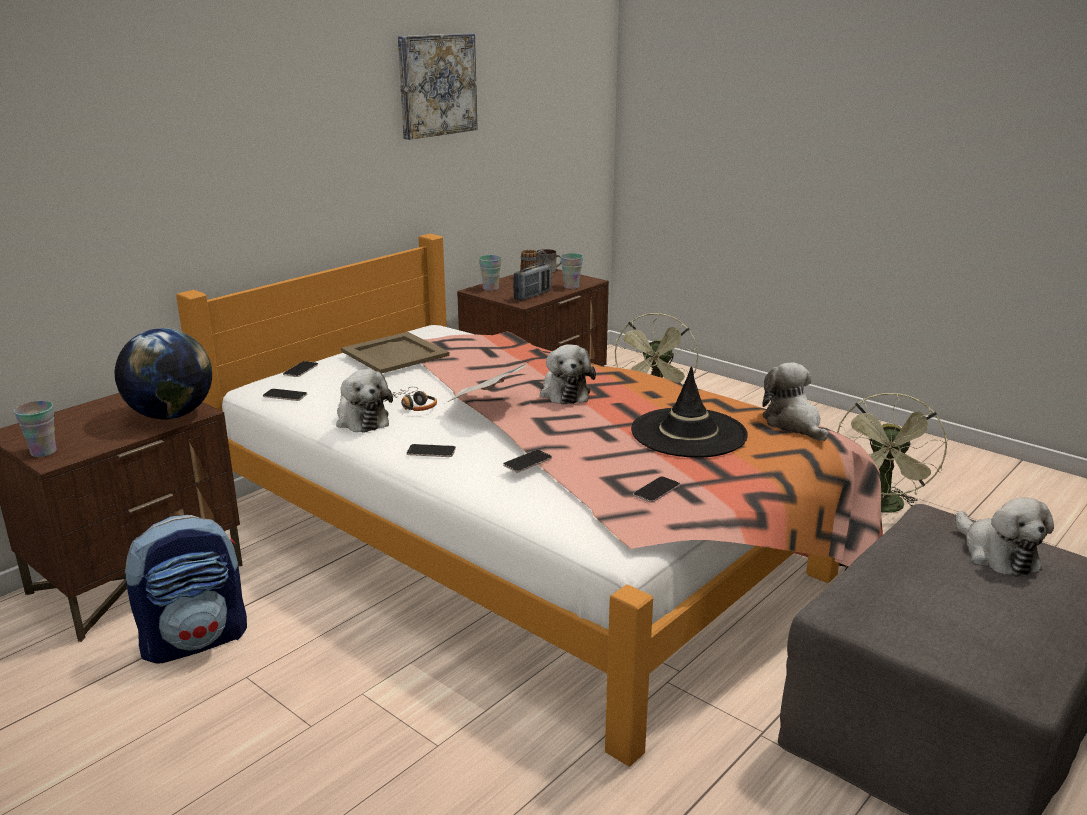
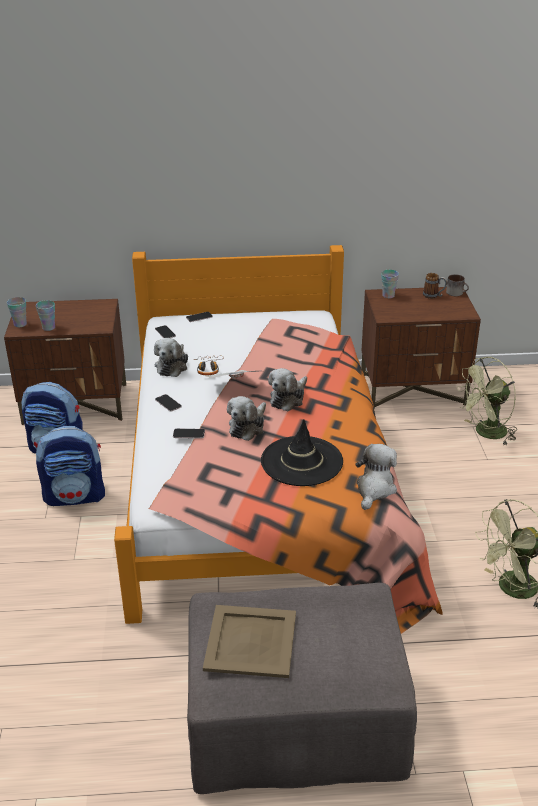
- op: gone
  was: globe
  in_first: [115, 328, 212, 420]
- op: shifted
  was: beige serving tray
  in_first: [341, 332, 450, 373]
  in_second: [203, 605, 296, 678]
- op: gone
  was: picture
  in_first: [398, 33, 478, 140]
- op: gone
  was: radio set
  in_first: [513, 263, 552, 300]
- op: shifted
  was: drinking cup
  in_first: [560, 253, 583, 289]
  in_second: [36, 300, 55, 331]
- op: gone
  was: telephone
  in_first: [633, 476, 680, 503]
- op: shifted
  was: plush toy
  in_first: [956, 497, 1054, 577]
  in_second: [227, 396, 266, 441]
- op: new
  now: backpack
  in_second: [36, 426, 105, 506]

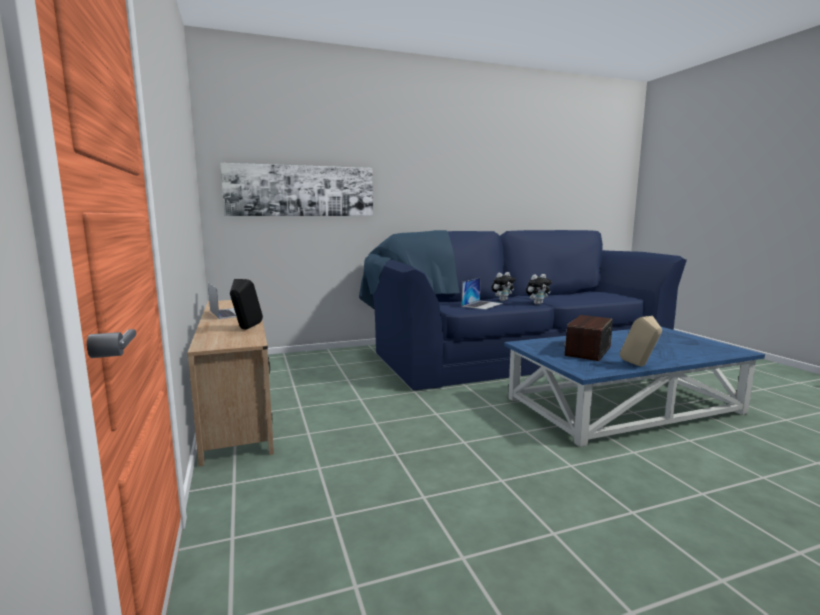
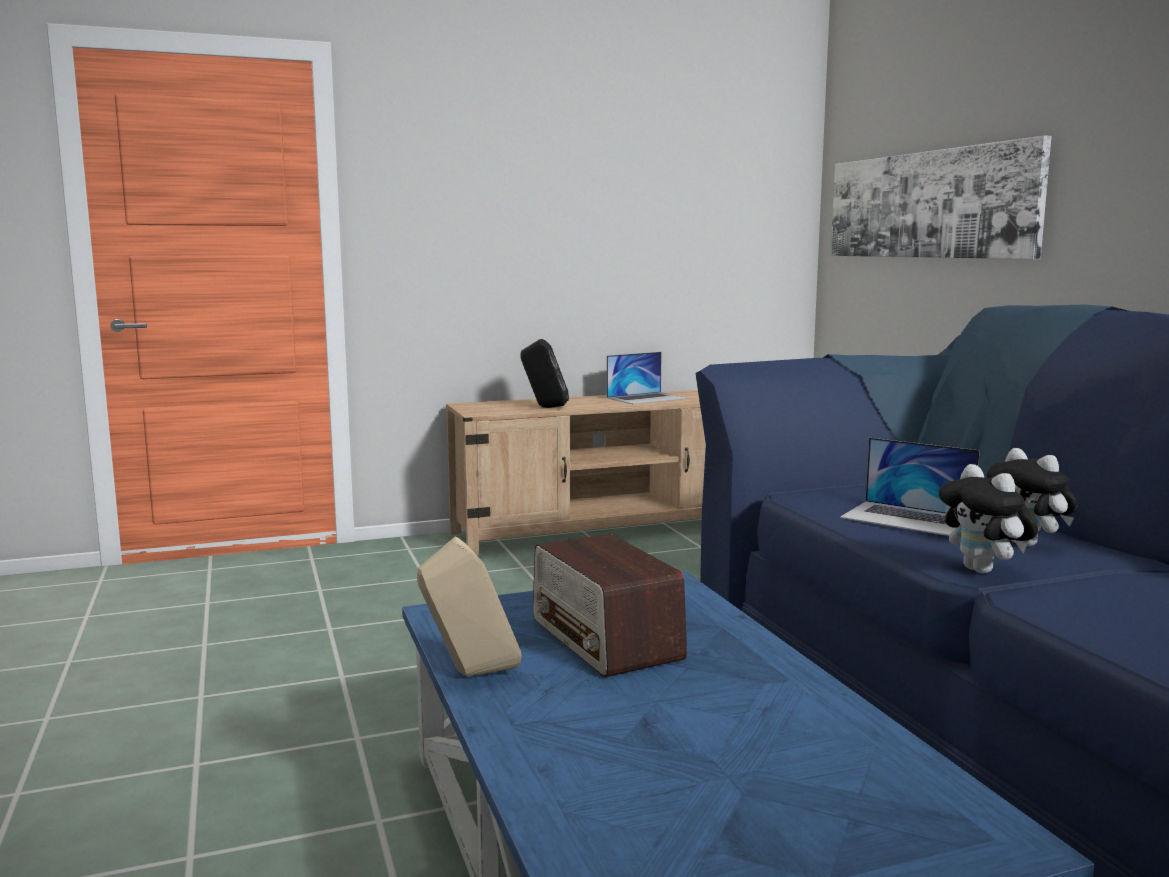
- op: rotated
  was: radio set
  in_first: [564, 315, 613, 361]
  in_second: [533, 534, 687, 677]
  clockwise: -150

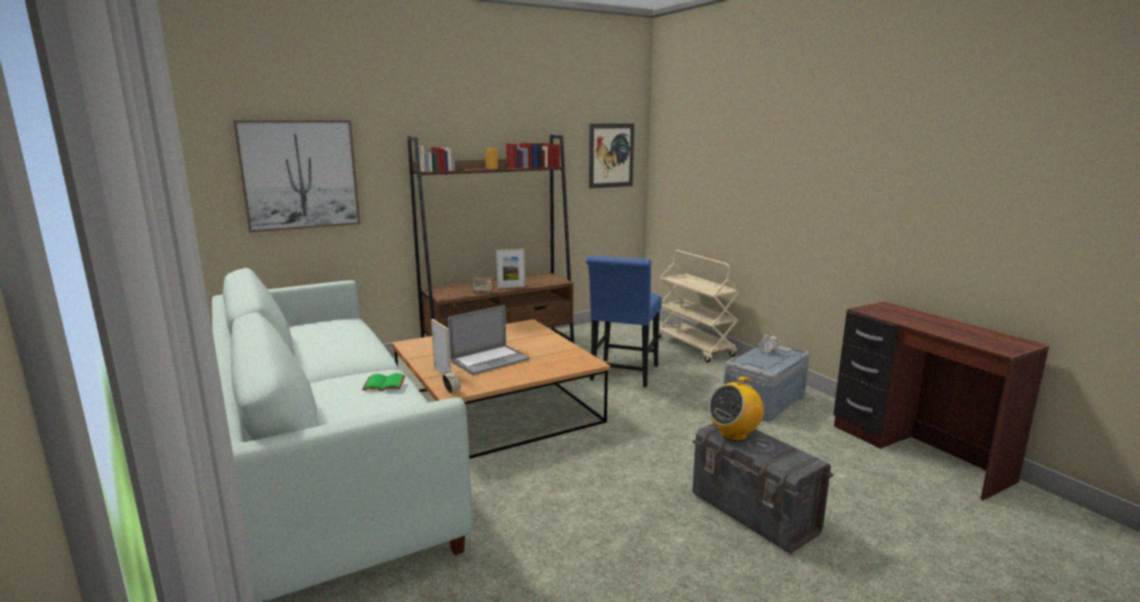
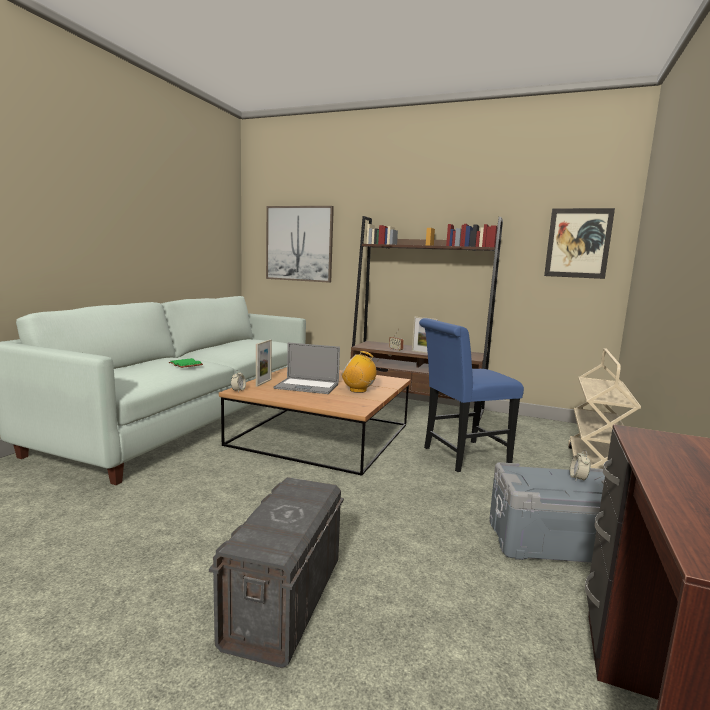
- op: shifted
  was: radio set
  in_first: [709, 377, 764, 441]
  in_second: [341, 351, 380, 393]

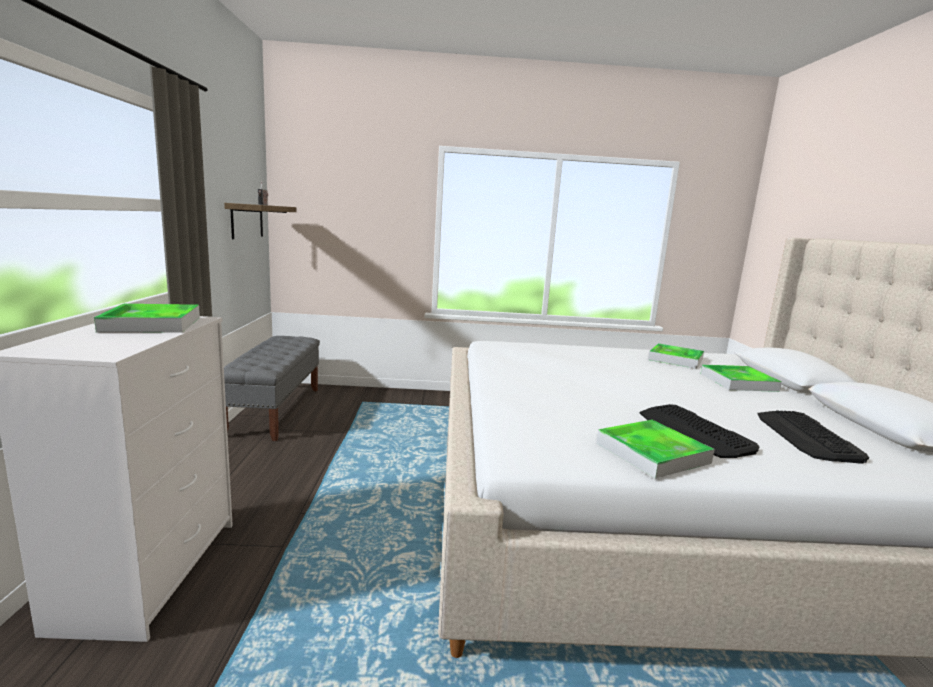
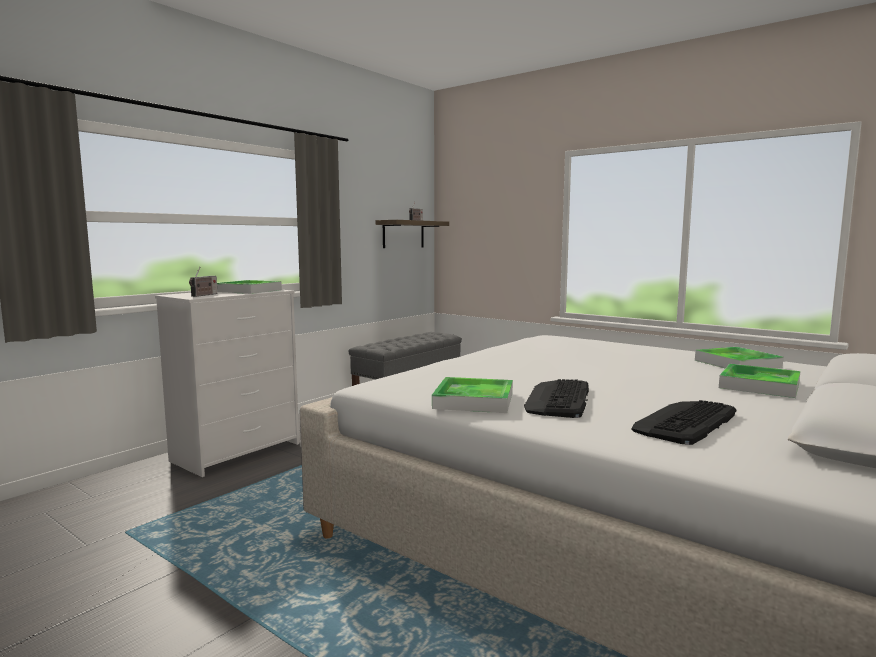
- op: new
  now: radio set
  in_second: [189, 267, 218, 297]

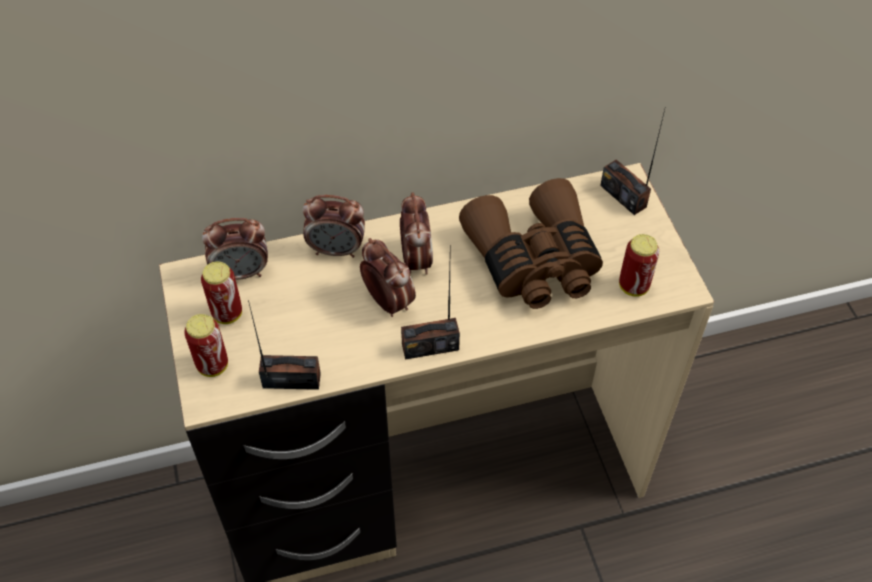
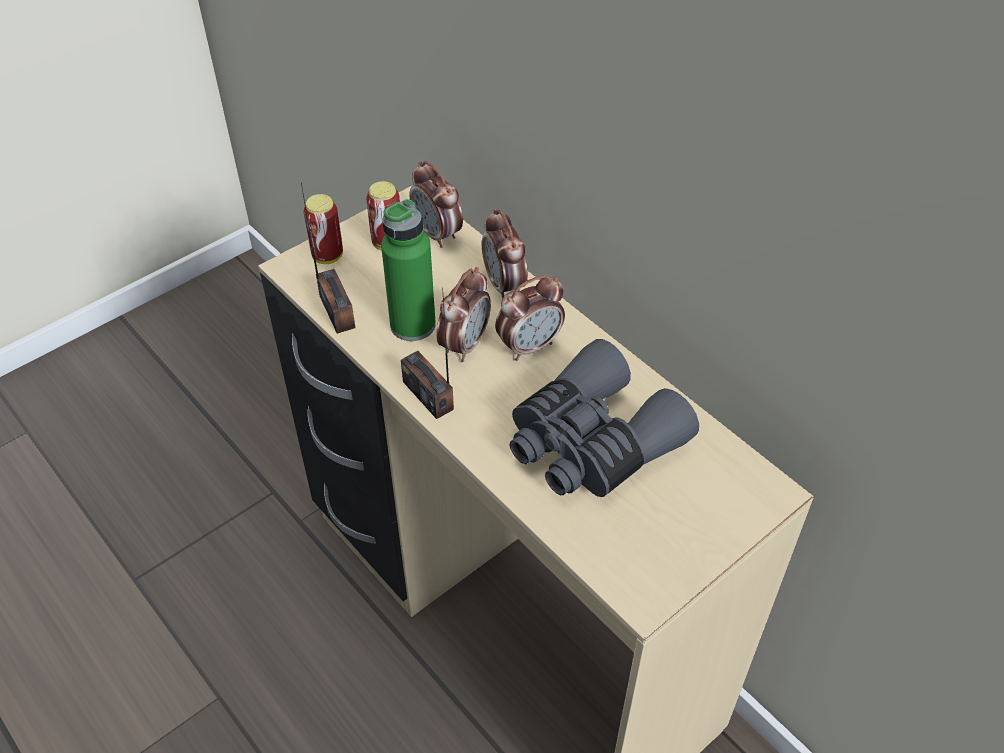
- op: repainted
  was: brown-coloured field glasses
  now: gray field glasses
  in_first: [459, 178, 603, 309]
  in_second: [509, 339, 699, 497]
- op: gone
  was: radio set
  in_first: [600, 106, 666, 215]
- op: gone
  was: metal can
  in_first: [619, 234, 659, 297]
- op: new
  now: green-coloured drink bottle
  in_second: [381, 199, 436, 341]

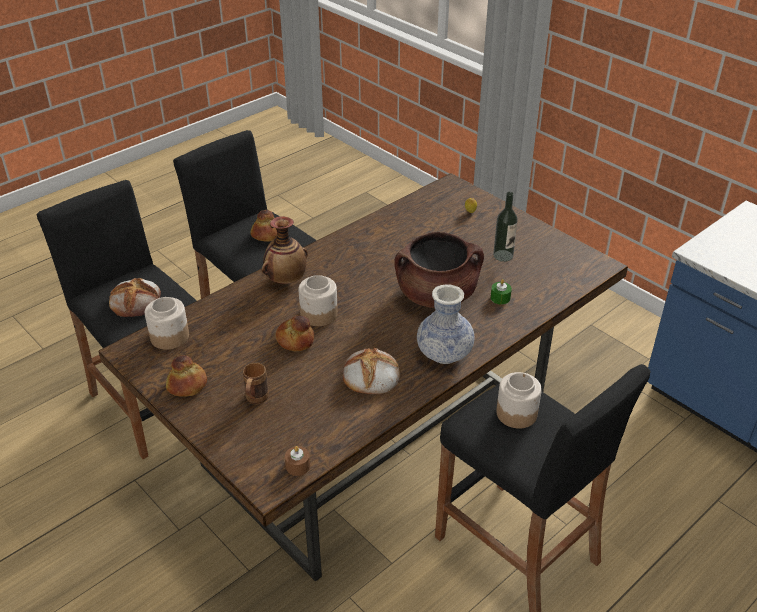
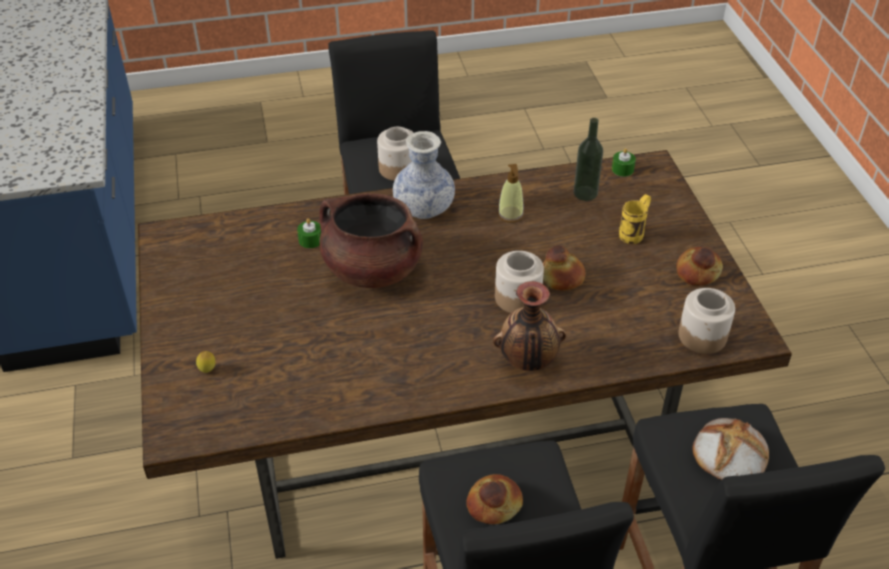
- op: repainted
  was: brown-coloured coffee mug
  now: yellowish coffee mug
  in_first: [243, 363, 269, 404]
  in_second: [619, 194, 651, 244]
- op: repainted
  was: brown-coloured wax light
  now: green-coloured wax light
  in_first: [285, 446, 310, 476]
  in_second: [612, 148, 636, 177]
- op: swapped
  was: bread
  now: soap bottle
  in_first: [343, 348, 400, 394]
  in_second: [498, 164, 524, 223]
- op: shifted
  was: drink bottle
  in_first: [493, 192, 518, 262]
  in_second: [573, 118, 603, 201]

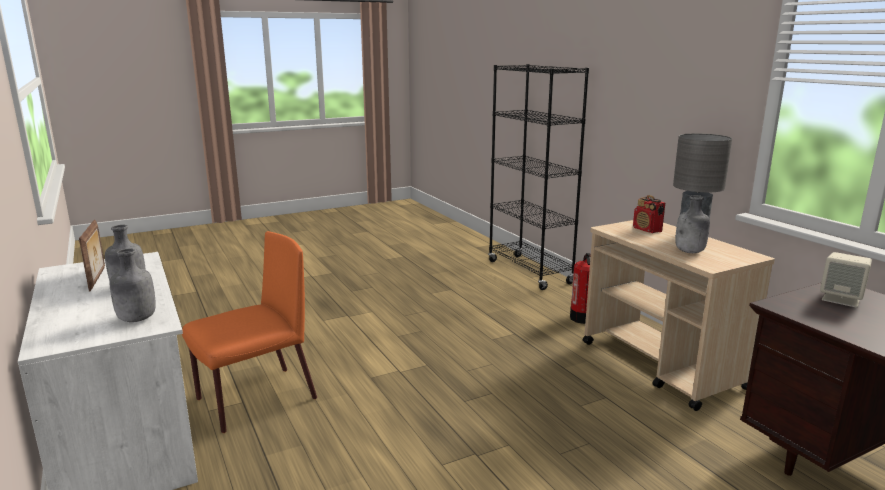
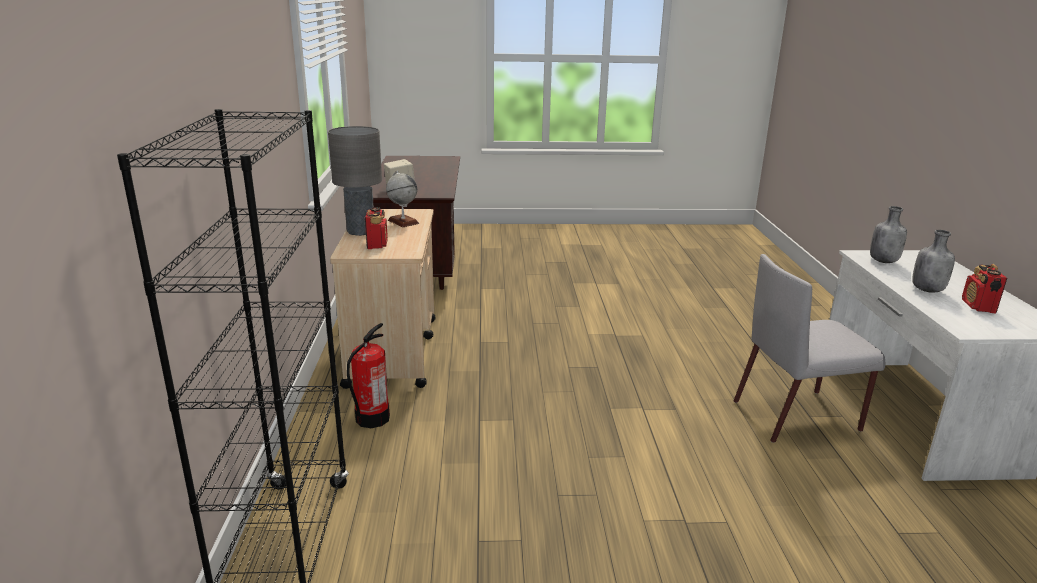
- op: swapped
  was: standing frame
  now: radio set
  in_first: [79, 220, 105, 292]
  in_second: [962, 264, 1007, 313]
- op: repainted
  was: orange-coloured plain chair
  now: gray plain chair
  in_first: [182, 231, 317, 433]
  in_second: [734, 254, 885, 443]
- op: swapped
  was: gray drink bottle
  now: globe
  in_first: [675, 195, 710, 253]
  in_second: [386, 171, 419, 227]

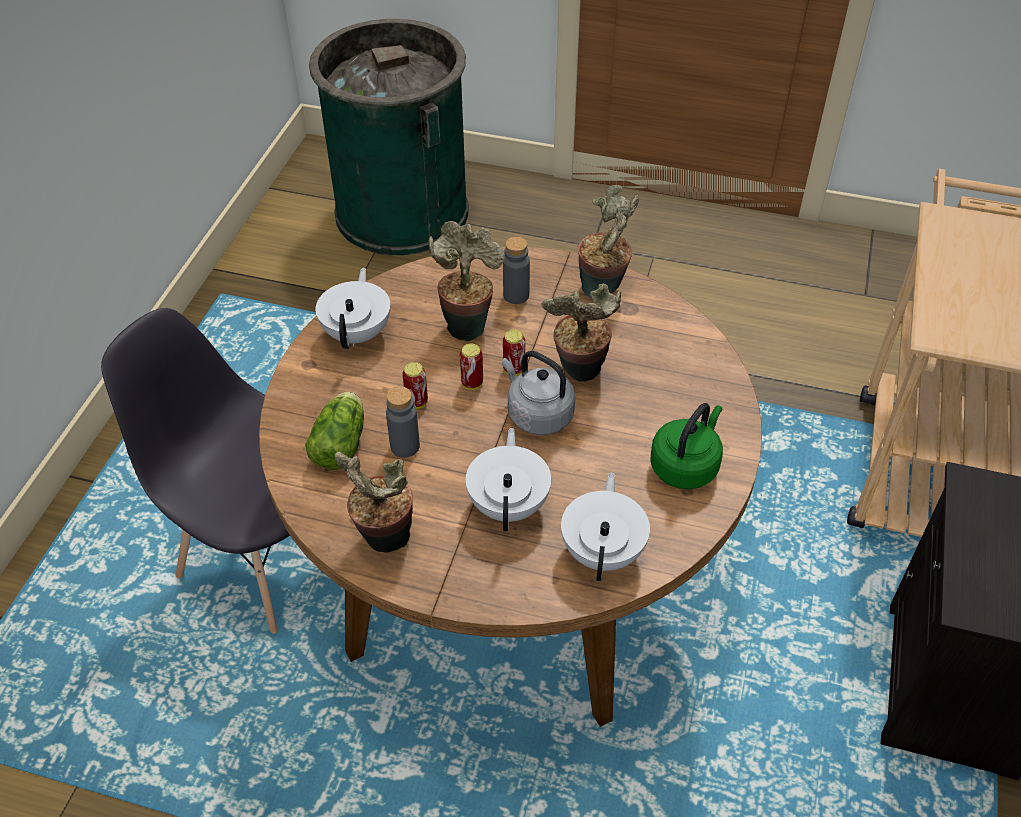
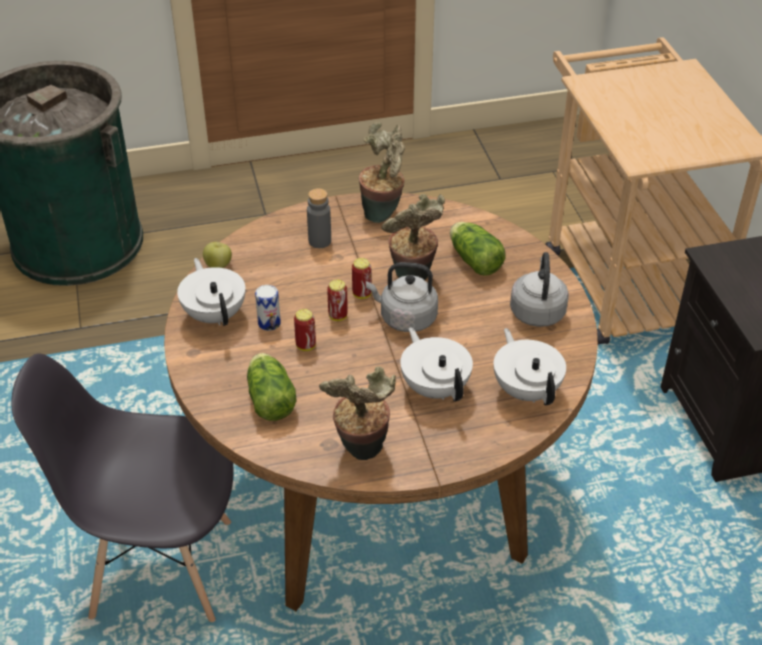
- op: gone
  was: gray drink bottle
  in_first: [386, 386, 420, 458]
- op: gone
  was: houseplant
  in_first: [428, 221, 505, 341]
- op: repainted
  was: green-coloured tea kettle
  now: gray tea kettle
  in_first: [650, 403, 723, 489]
  in_second: [510, 252, 569, 327]
- op: new
  now: apple fruit
  in_second: [203, 242, 232, 268]
- op: new
  now: metal can
  in_second: [255, 285, 281, 331]
- op: new
  now: lettuce
  in_second: [450, 222, 506, 276]

